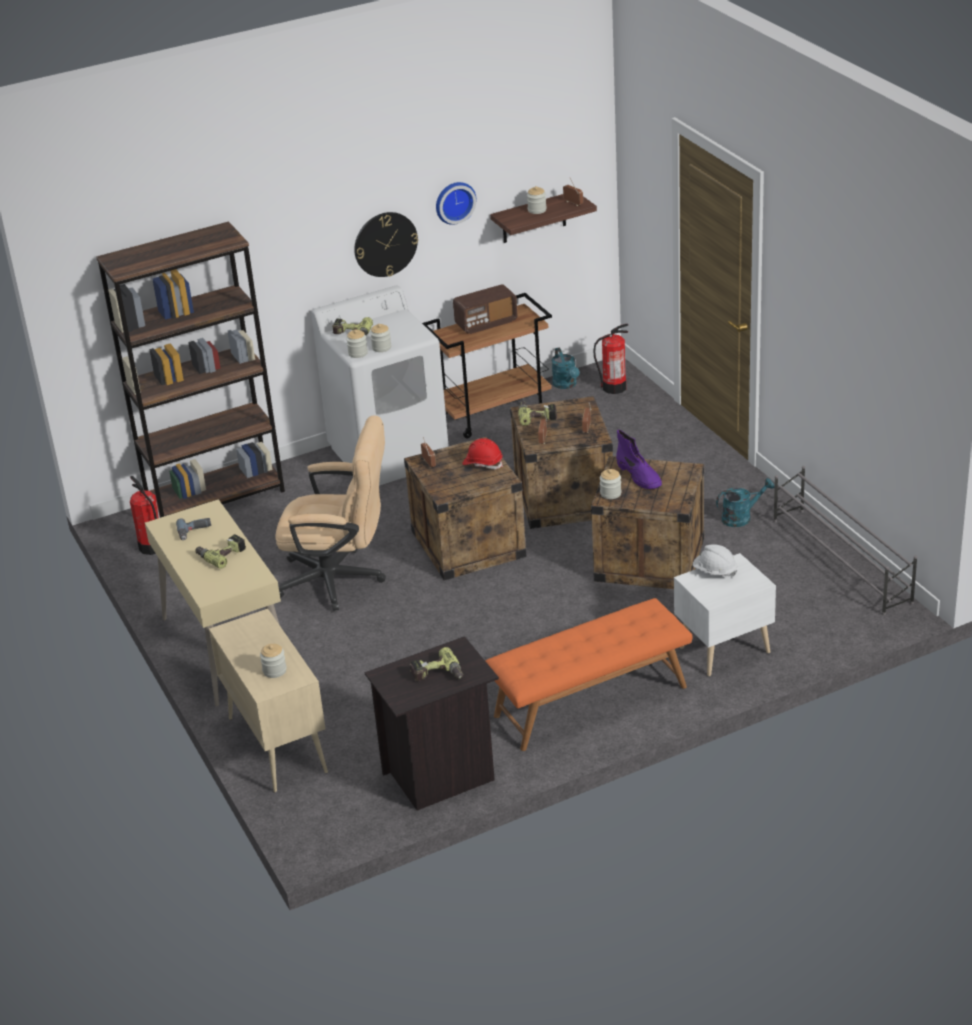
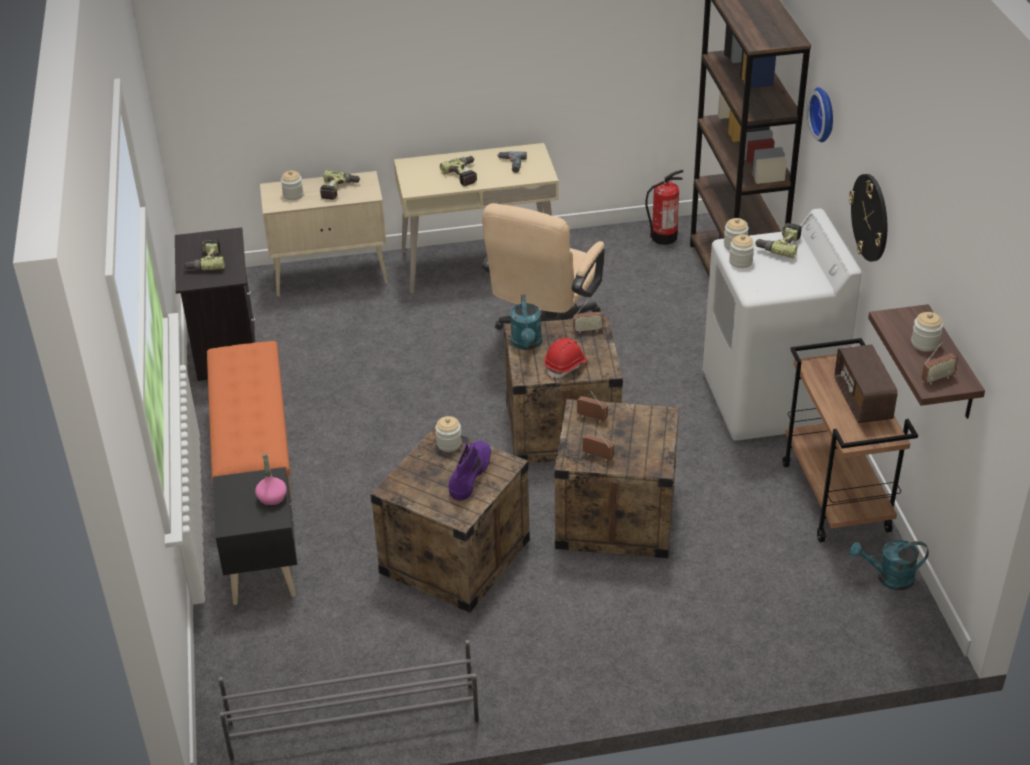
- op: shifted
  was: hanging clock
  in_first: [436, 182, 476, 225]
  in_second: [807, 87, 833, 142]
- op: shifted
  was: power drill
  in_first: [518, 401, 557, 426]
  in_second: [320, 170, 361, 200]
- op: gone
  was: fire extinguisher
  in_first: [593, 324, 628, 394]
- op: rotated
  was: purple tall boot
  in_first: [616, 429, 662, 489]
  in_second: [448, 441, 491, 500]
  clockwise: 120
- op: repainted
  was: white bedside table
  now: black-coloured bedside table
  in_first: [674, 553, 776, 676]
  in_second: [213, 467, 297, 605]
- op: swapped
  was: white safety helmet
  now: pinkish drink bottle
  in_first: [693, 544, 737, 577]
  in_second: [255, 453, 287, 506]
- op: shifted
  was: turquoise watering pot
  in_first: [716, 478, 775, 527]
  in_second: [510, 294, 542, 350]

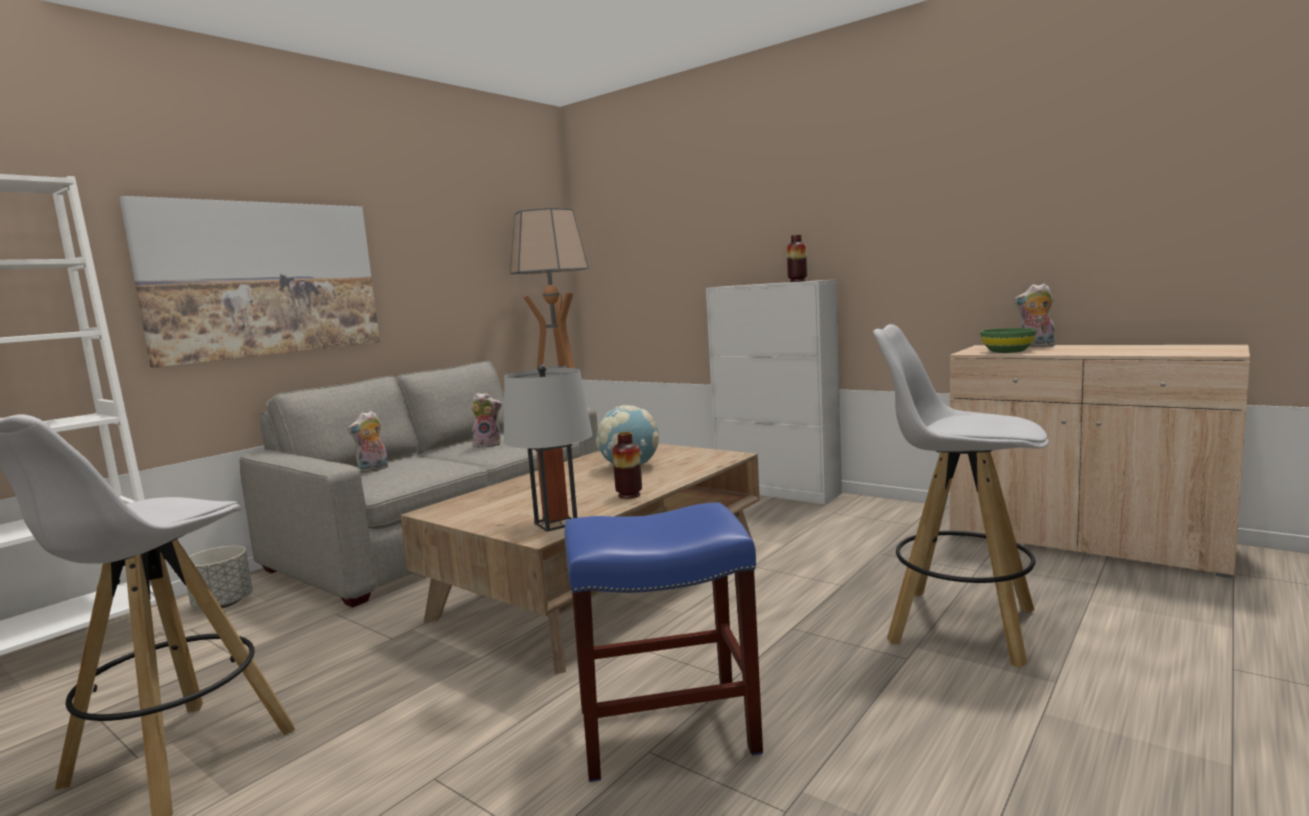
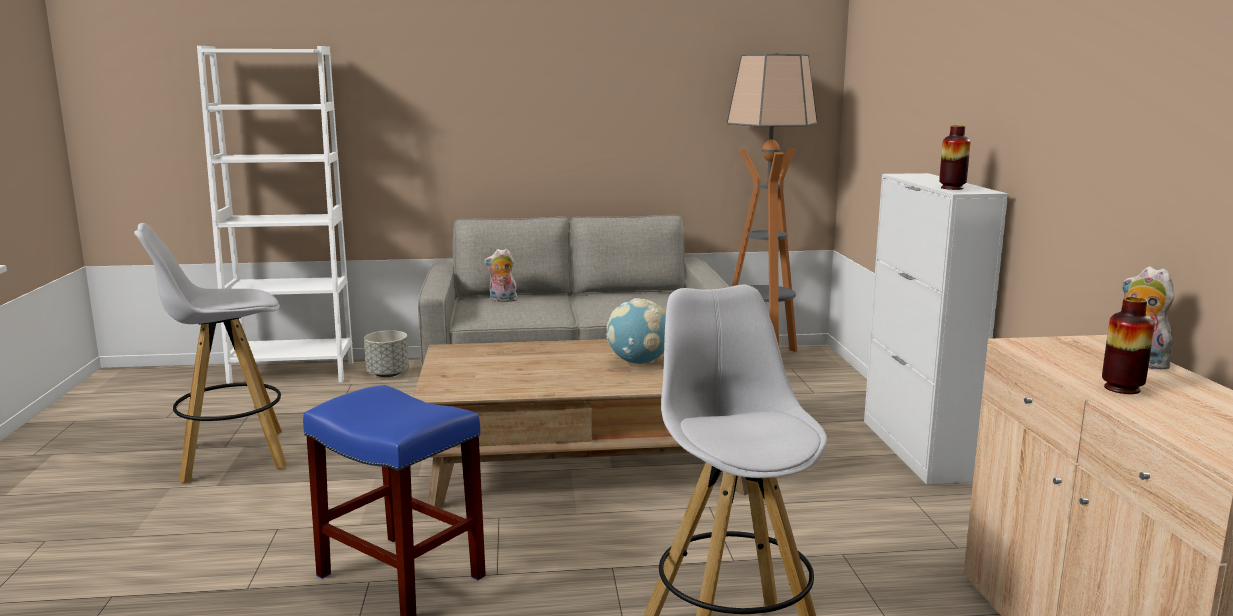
- op: gone
  was: picture
  in_first: [119, 196, 380, 368]
- op: gone
  was: plush toy
  in_first: [471, 393, 502, 448]
- op: gone
  was: gray lamp for a table
  in_first: [503, 364, 593, 532]
- op: shifted
  was: flower vase
  in_first: [612, 432, 642, 499]
  in_second: [1102, 297, 1155, 394]
- op: gone
  was: green-coloured bowl
  in_first: [980, 328, 1037, 353]

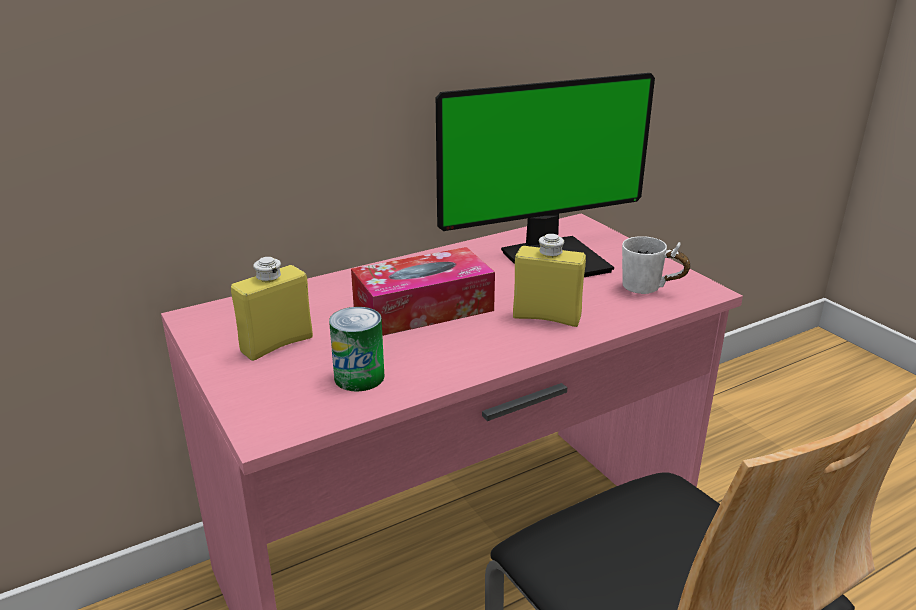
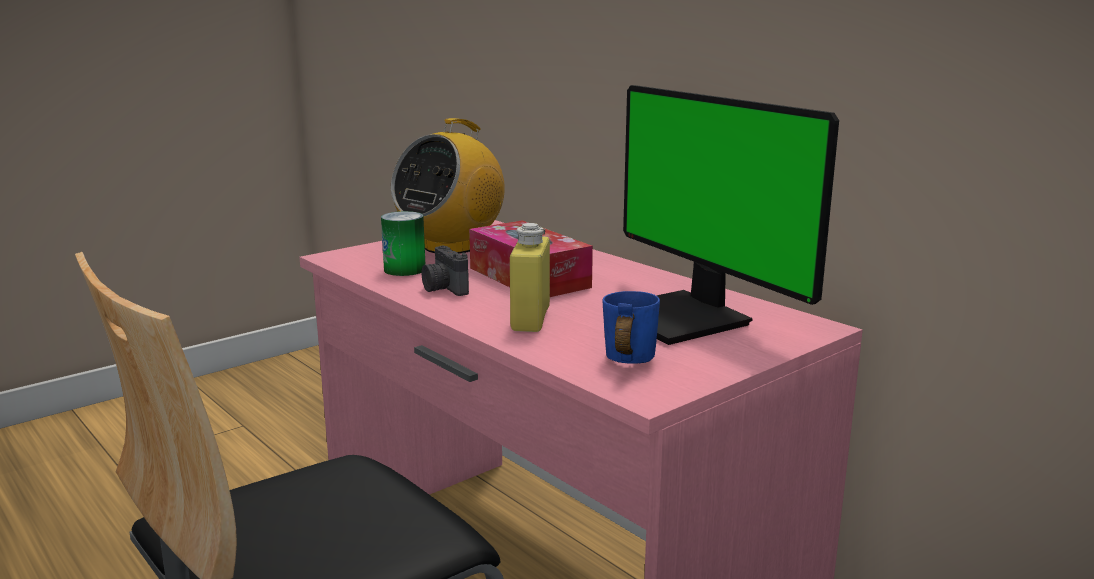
- op: swapped
  was: yellowish drink bottle
  now: radio set
  in_first: [231, 257, 313, 361]
  in_second: [391, 118, 505, 254]
- op: repainted
  was: white coffee mug
  now: bluish coffee mug
  in_first: [622, 236, 690, 294]
  in_second: [603, 291, 660, 364]
- op: new
  now: photo camera
  in_second: [422, 246, 469, 296]

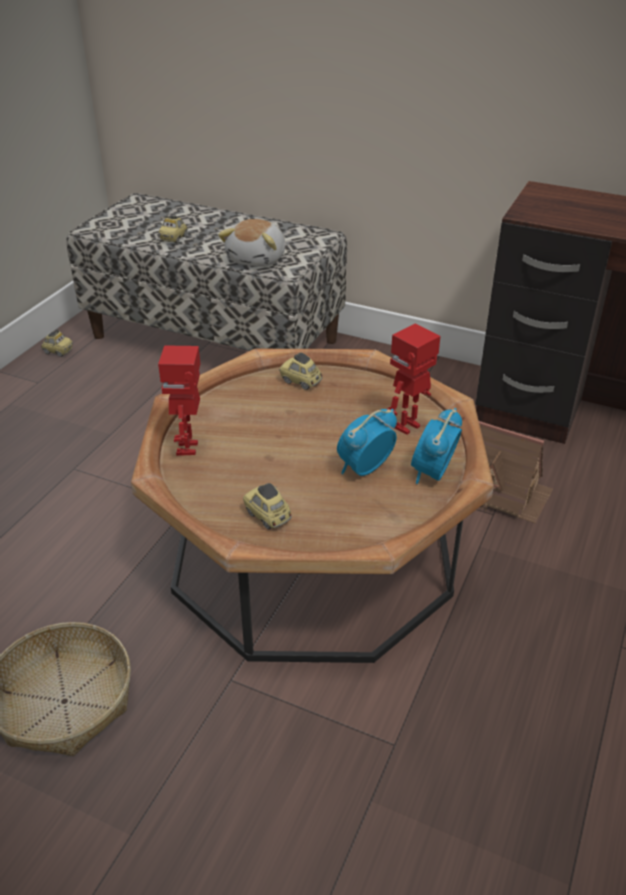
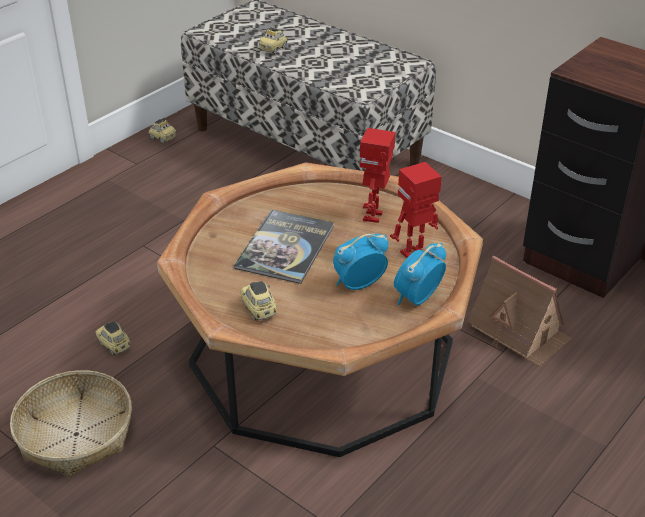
- op: shifted
  was: robot figure
  in_first: [158, 345, 200, 456]
  in_second: [359, 128, 395, 223]
- op: gone
  was: plush toy
  in_first: [218, 219, 285, 267]
- op: shifted
  was: toy car
  in_first: [279, 352, 322, 390]
  in_second: [95, 321, 131, 355]
- op: new
  now: book
  in_second: [234, 210, 334, 284]

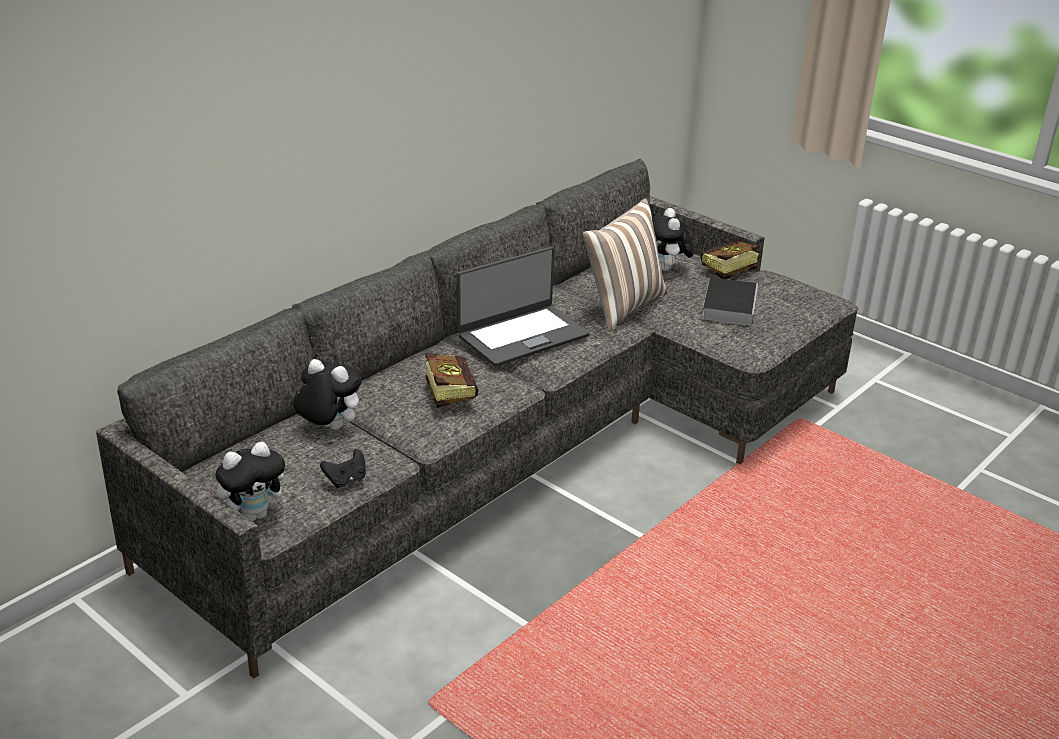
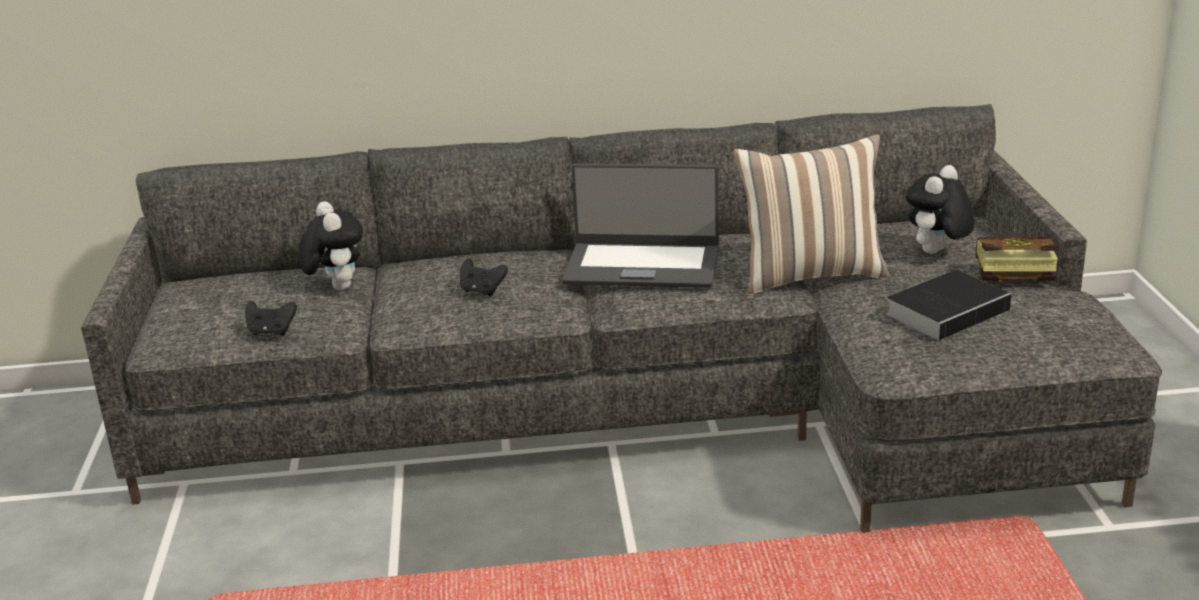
- op: gone
  was: plush toy
  in_first: [215, 442, 292, 522]
- op: swapped
  was: book
  now: black-coloured game controller
  in_first: [425, 353, 478, 408]
  in_second: [460, 259, 508, 297]

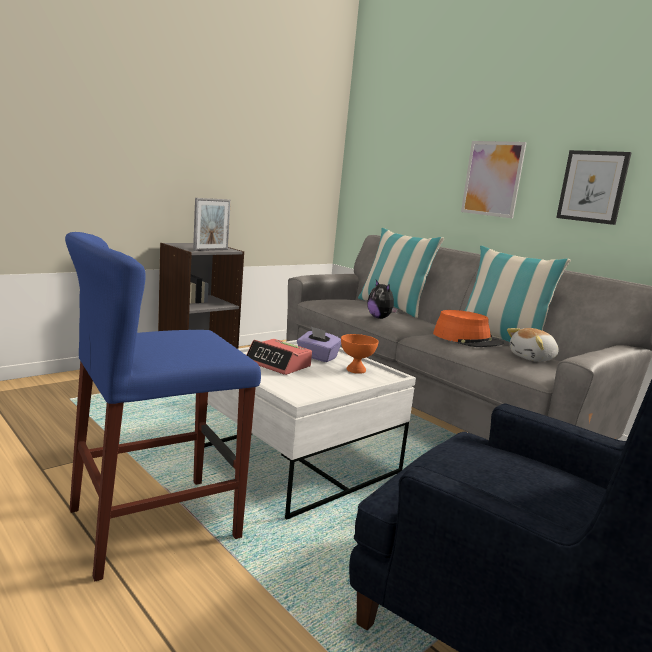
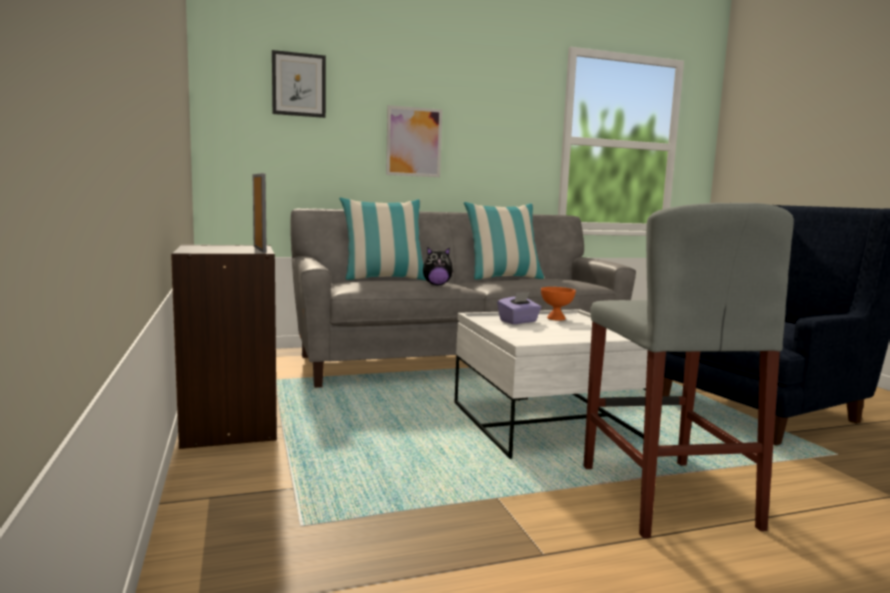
- op: repainted
  was: bluish sitting stool
  now: gray sitting stool
  in_first: [65, 232, 261, 582]
  in_second: [584, 203, 794, 538]
- op: gone
  was: bedside clock
  in_first: [247, 339, 312, 375]
- op: gone
  was: orange-coloured hat
  in_first: [433, 310, 504, 347]
- op: gone
  was: plush toy
  in_first: [507, 328, 559, 362]
- op: shifted
  was: picture
  in_first: [556, 150, 632, 225]
  in_second: [272, 50, 326, 118]

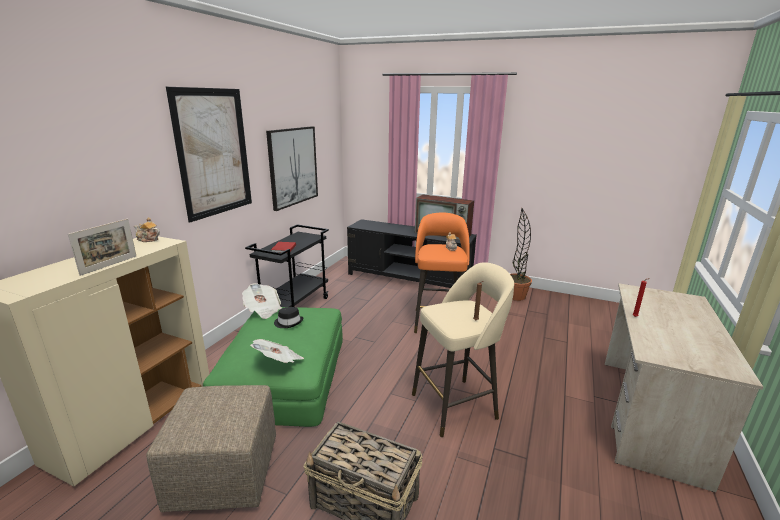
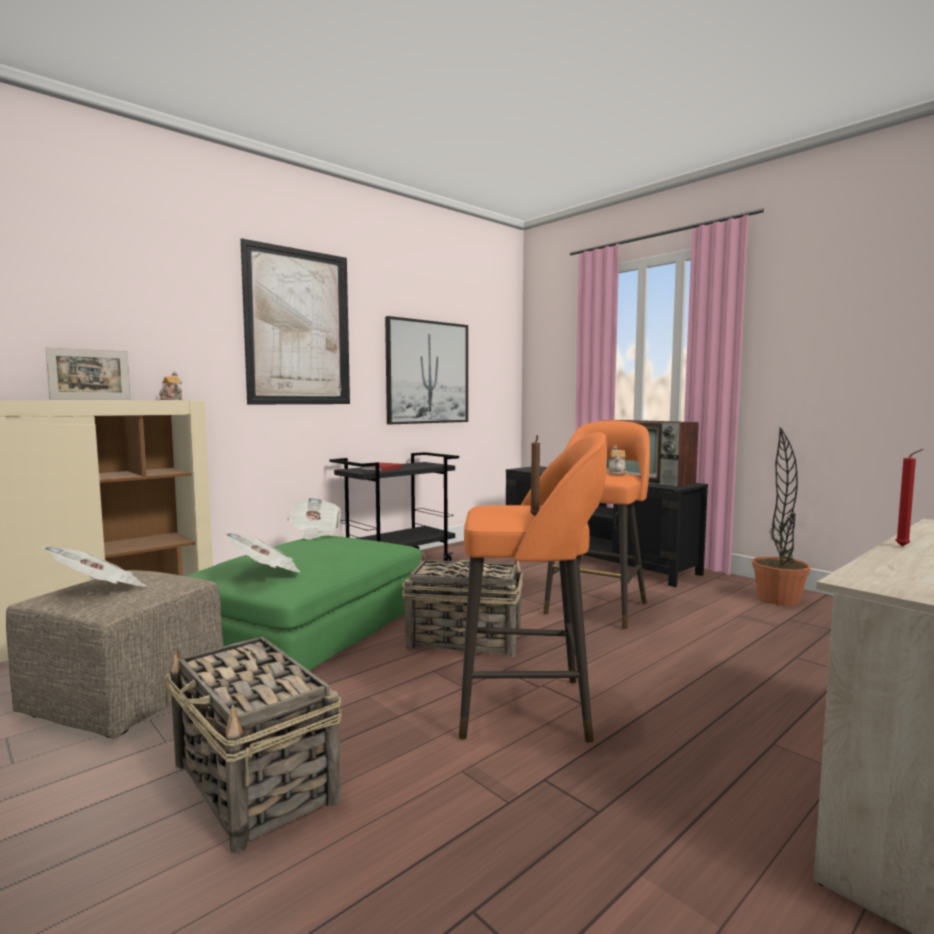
- op: gone
  was: black-coloured hat
  in_first: [274, 307, 303, 328]
- op: repainted
  was: beige sitting stool
  now: orange-coloured sitting stool
  in_first: [412, 262, 514, 437]
  in_second: [459, 432, 607, 743]
- op: new
  now: daily paper
  in_second: [41, 547, 146, 586]
- op: new
  now: storage basket
  in_second: [402, 552, 523, 658]

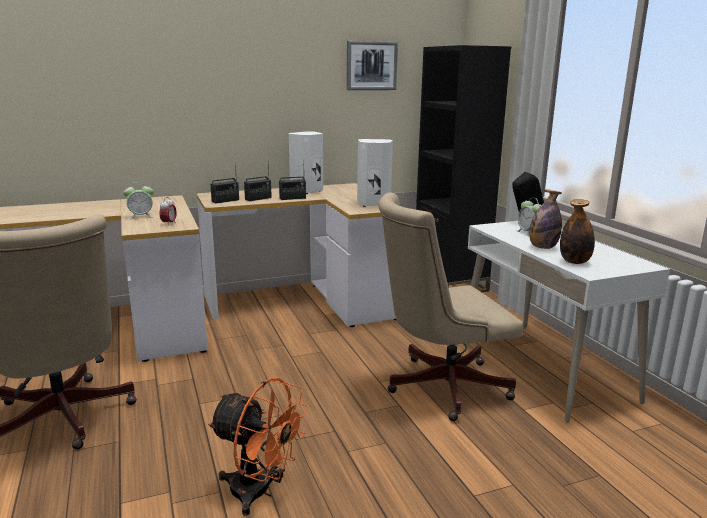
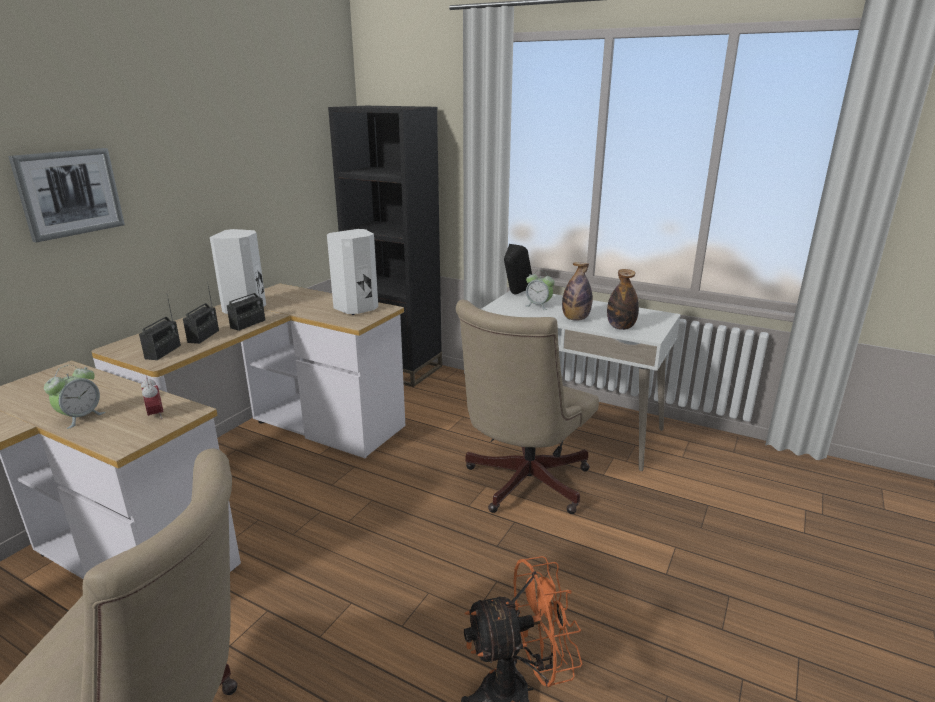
- op: shifted
  was: picture
  in_first: [347, 41, 398, 90]
  in_second: [8, 148, 125, 242]

